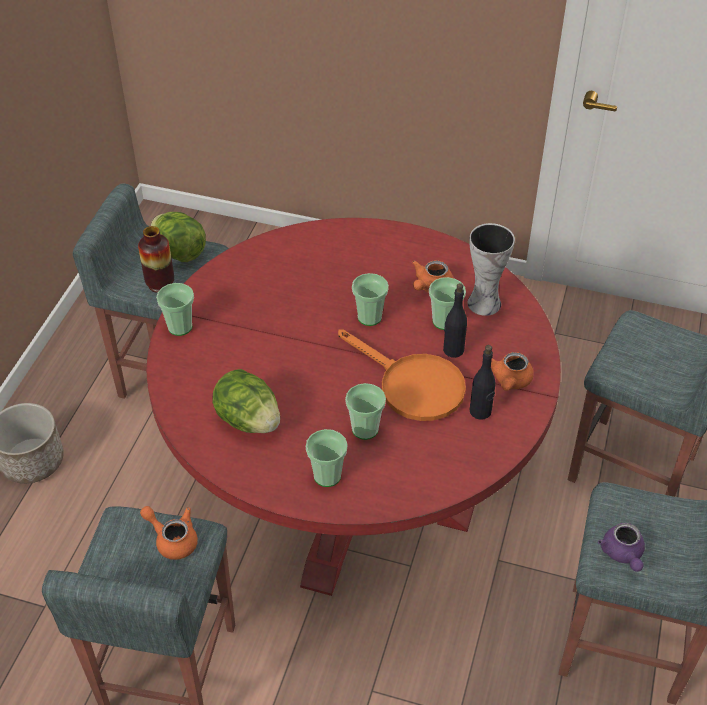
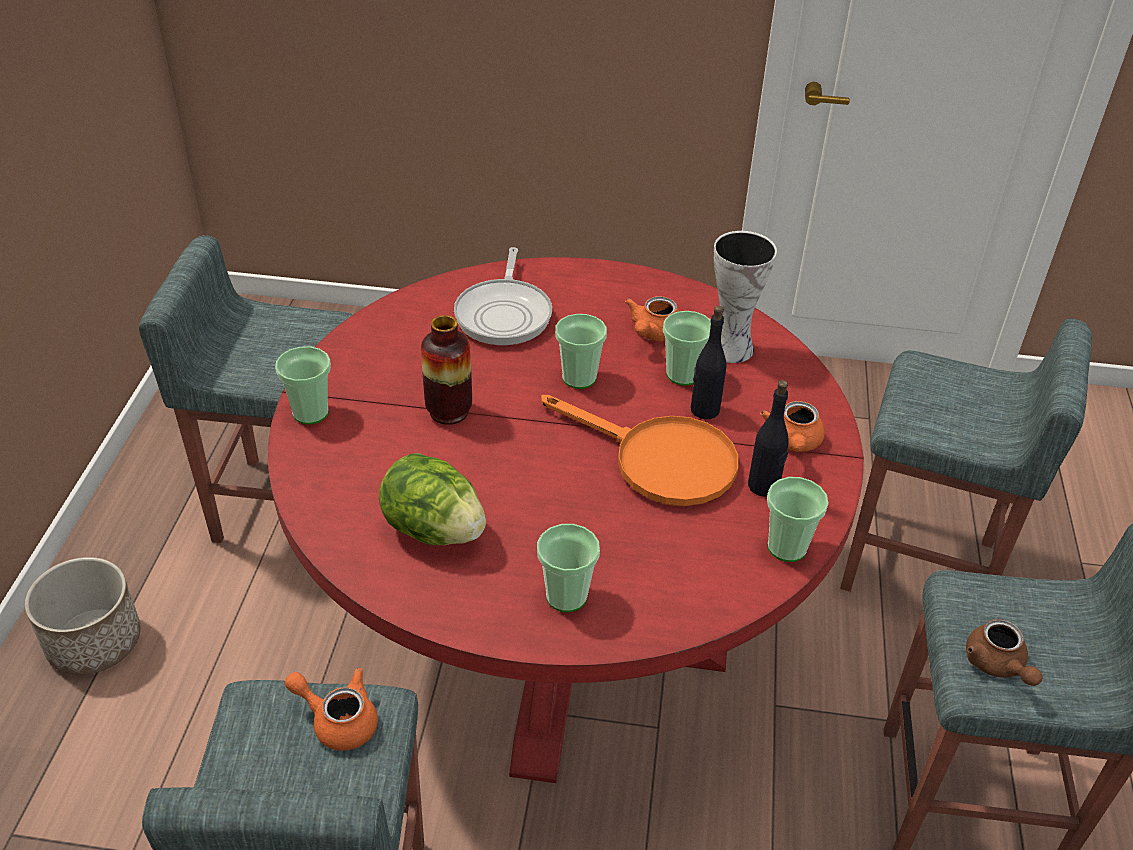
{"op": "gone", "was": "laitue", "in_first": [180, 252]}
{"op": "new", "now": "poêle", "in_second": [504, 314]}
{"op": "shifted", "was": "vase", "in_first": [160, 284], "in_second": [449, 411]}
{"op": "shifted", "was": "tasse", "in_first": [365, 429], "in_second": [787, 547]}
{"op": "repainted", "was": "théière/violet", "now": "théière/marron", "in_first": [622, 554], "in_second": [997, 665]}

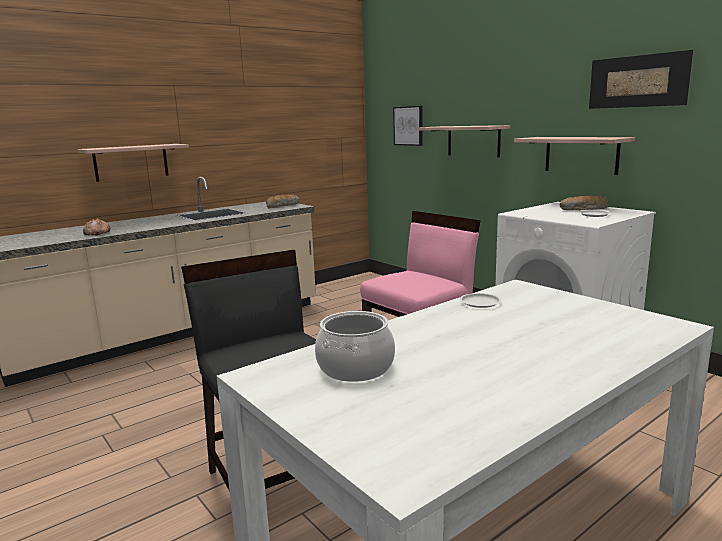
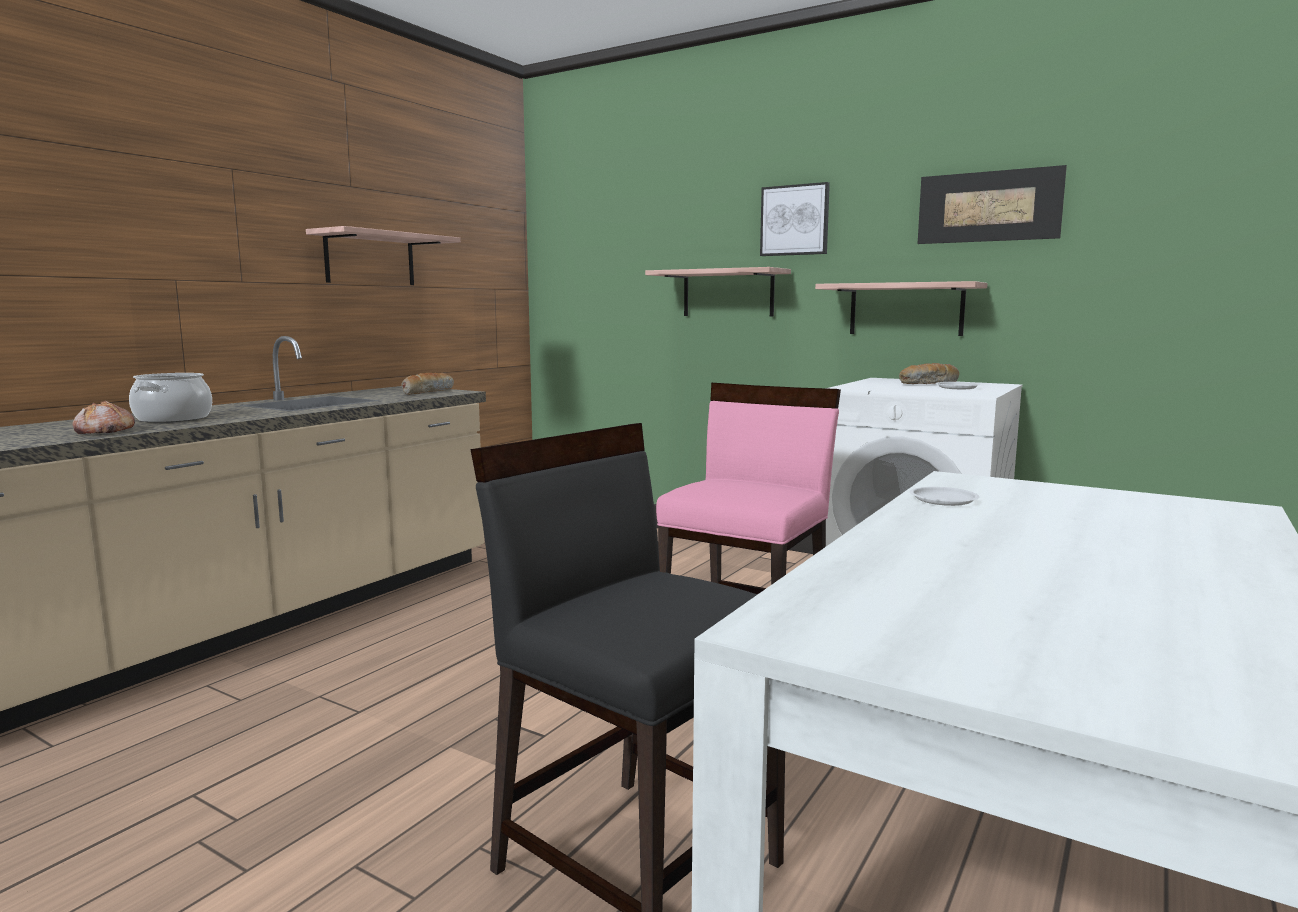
{"op": "shifted", "was": "étagère", "in_first": [131, 162], "in_second": [370, 259]}
{"op": "shifted", "was": "marmite", "in_first": [356, 368], "in_second": [174, 419]}
{"op": "shifted", "was": "tableau", "in_first": [408, 126], "in_second": [795, 220]}

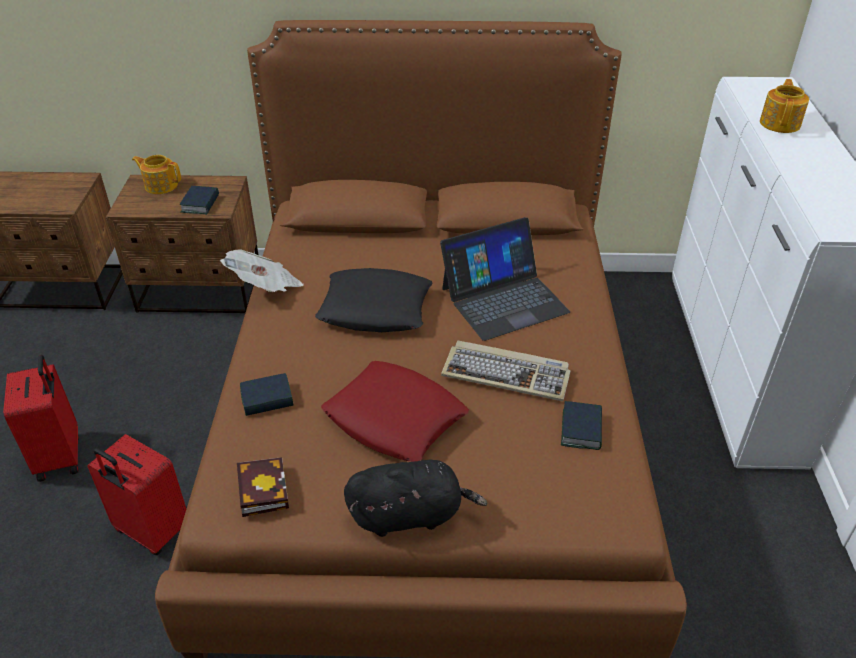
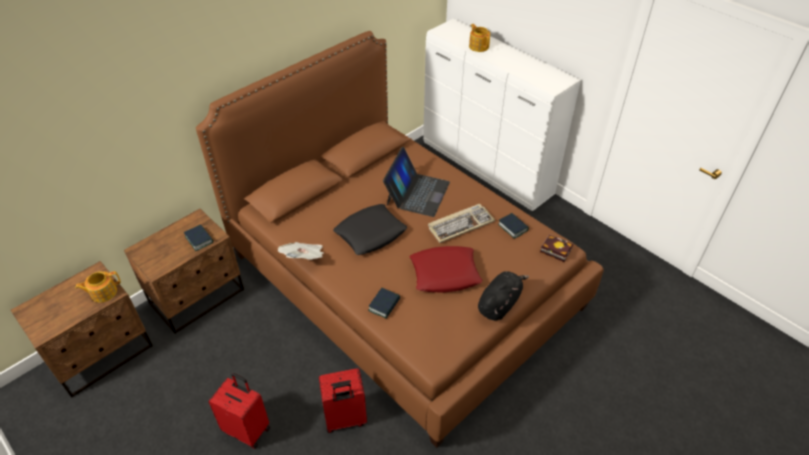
{"op": "shifted", "was": "théière", "in_first": [161, 185], "in_second": [103, 292]}
{"op": "shifted", "was": "livre", "in_first": [261, 488], "in_second": [554, 250]}

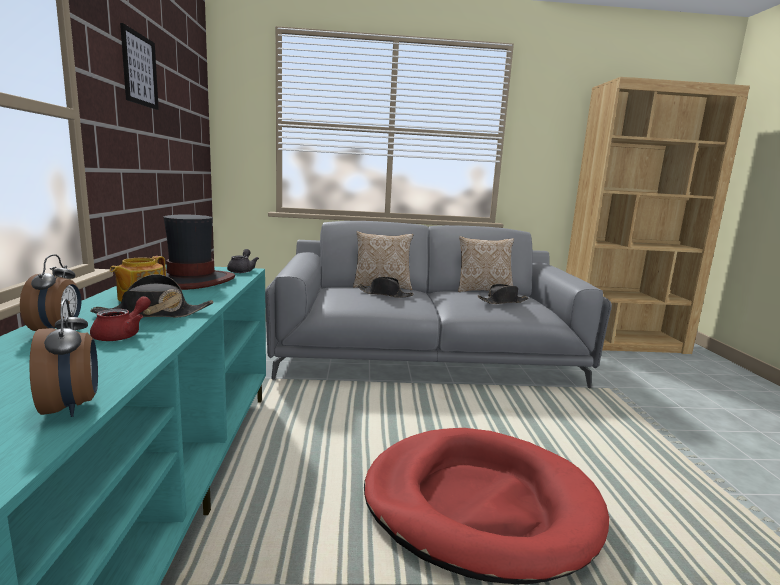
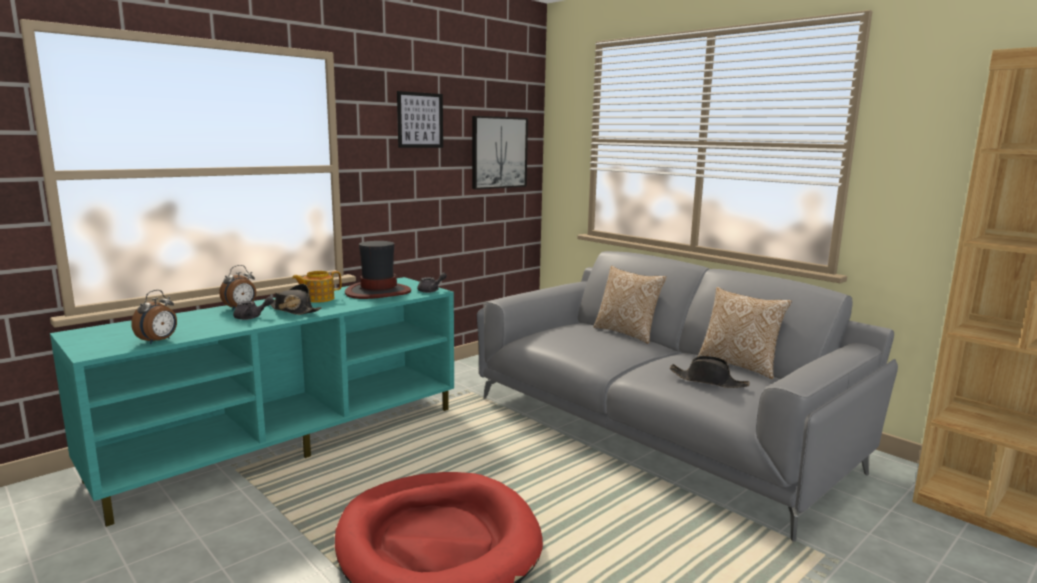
{"op": "gone", "was": "chapeau/noir", "in_first": [385, 294]}
{"op": "new", "now": "tableau", "in_second": [498, 152]}
{"op": "repainted", "was": "théière/rouge", "now": "théière/gris", "in_first": [123, 335], "in_second": [252, 317]}

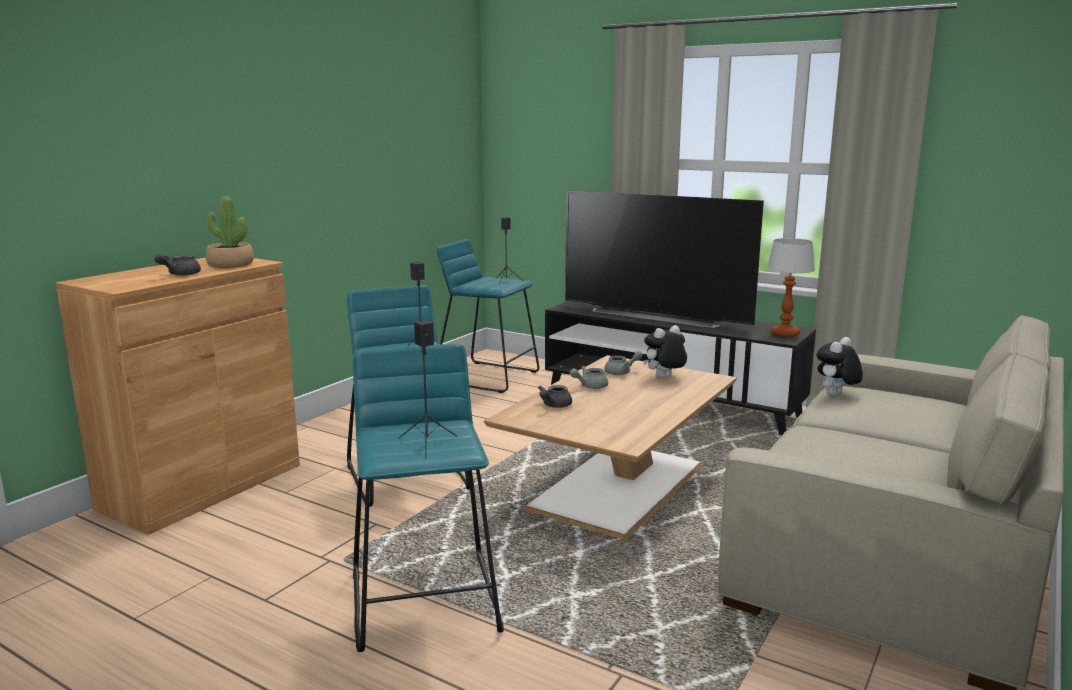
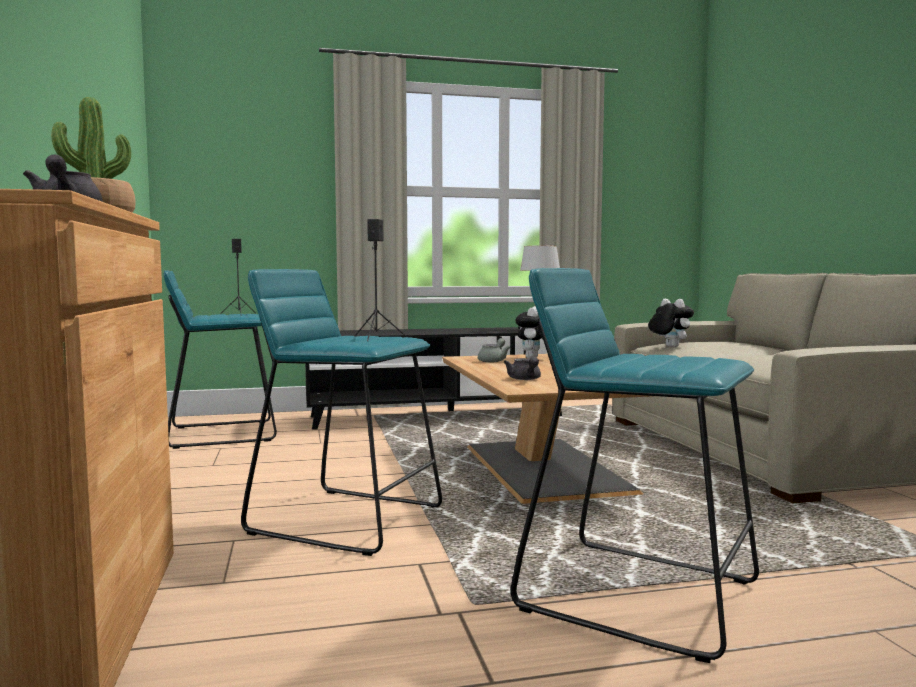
{"op": "gone", "was": "enceinte/noir", "in_first": [427, 444]}
{"op": "gone", "was": "téléviseur", "in_first": [657, 315]}
{"op": "gone", "was": "théière/gris", "in_first": [589, 386]}
{"op": "rotated", "was": "peluche", "in_first": [836, 395], "in_second": [669, 347], "clockwise": 150}

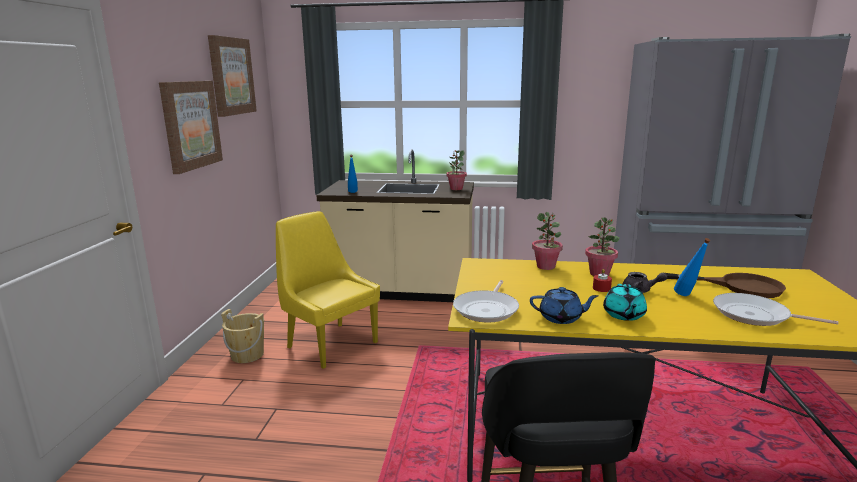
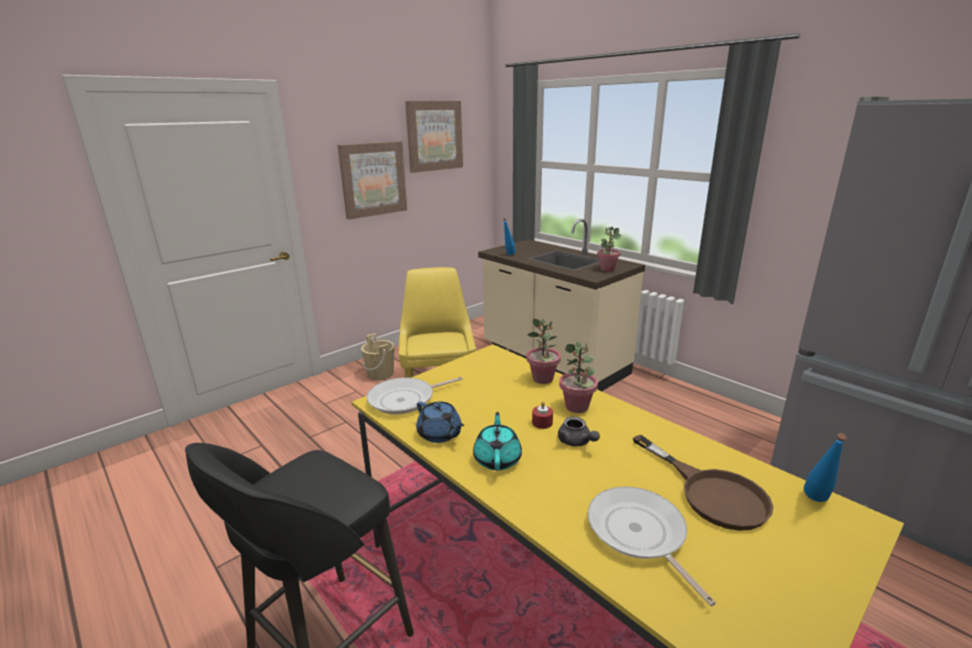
{"op": "shifted", "was": "bouteille/bleu", "in_first": [687, 297], "in_second": [816, 503]}
{"op": "rotated", "was": "théière/turquoise", "in_first": [624, 315], "in_second": [497, 458], "clockwise": 135}

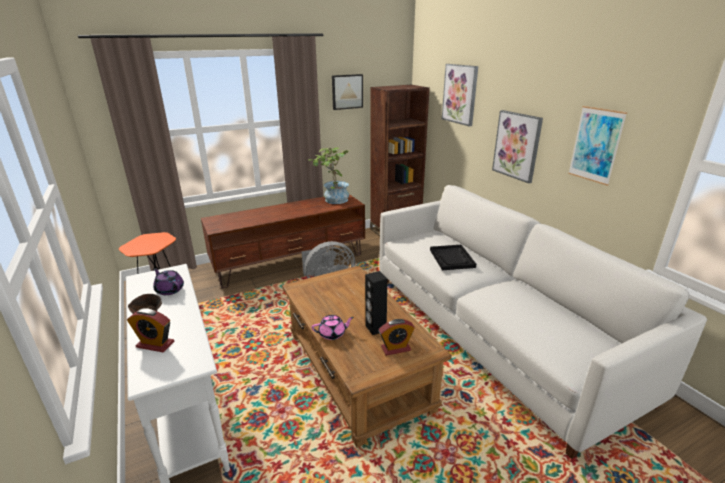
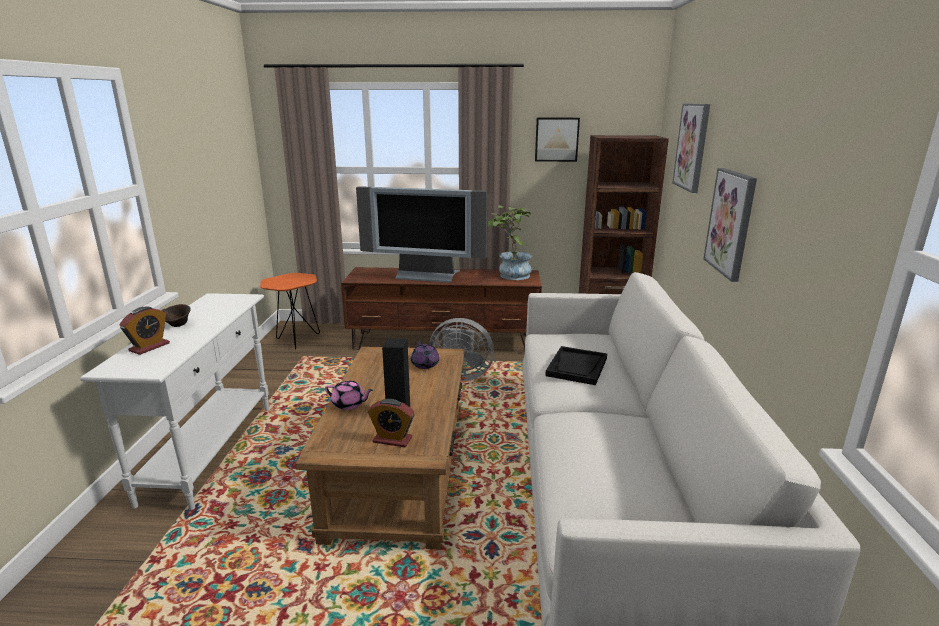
{"op": "gone", "was": "tableau", "in_first": [596, 145]}
{"op": "new", "now": "téléviseur", "in_second": [427, 276]}
{"op": "shifted", "was": "théière/violet", "in_first": [169, 289], "in_second": [425, 364]}
{"op": "rotated", "was": "réveil", "in_first": [155, 344], "in_second": [149, 347], "clockwise": -105}

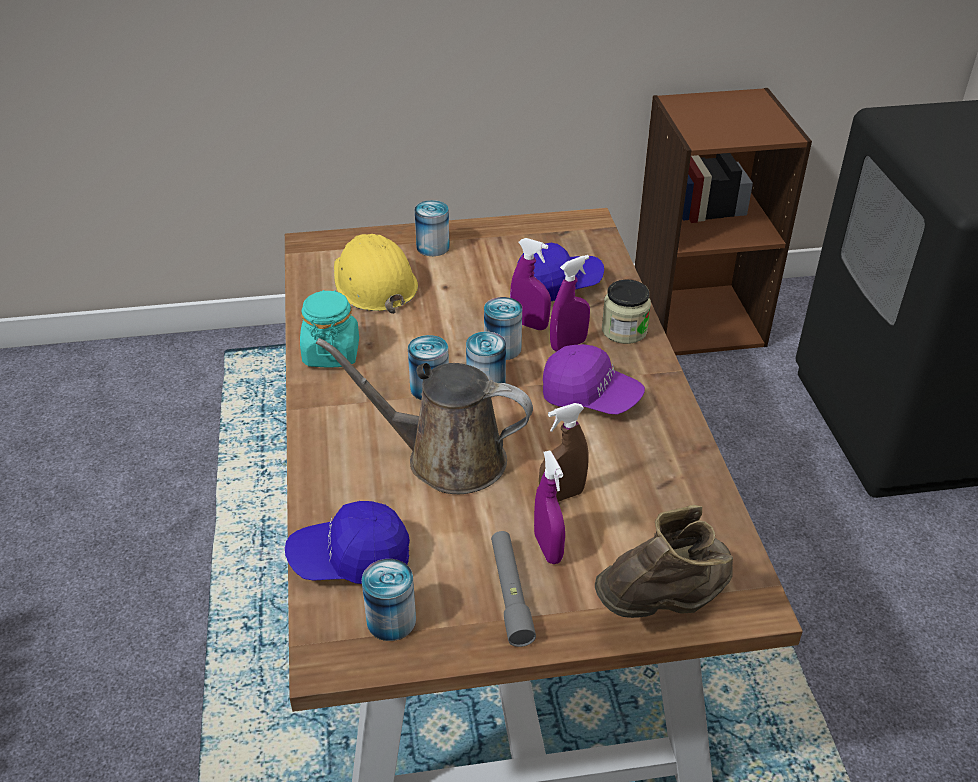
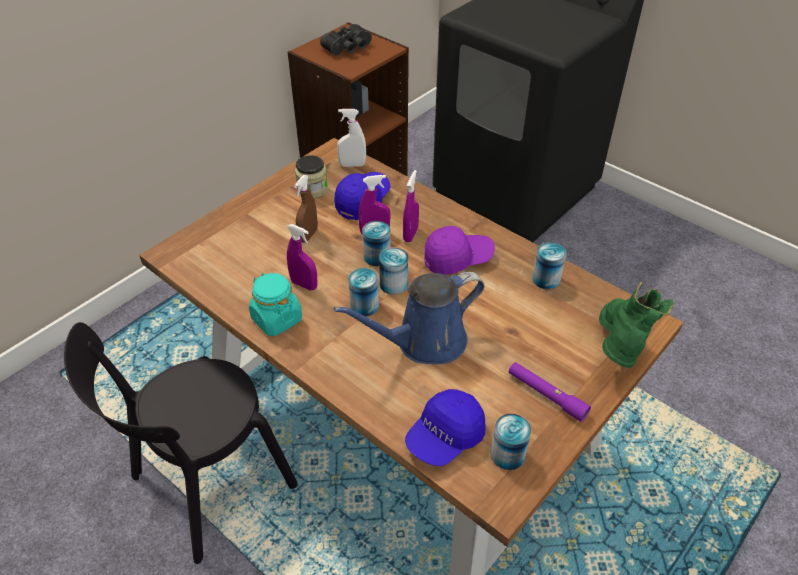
{"op": "gone", "was": "casque de chantier/jaune", "in_first": [373, 283]}
{"op": "new", "now": "chaise/noir", "in_second": [207, 486]}
{"op": "new", "now": "jumelles/noir", "in_second": [349, 48]}
{"op": "new", "now": "vaporisateur/blanc", "in_second": [352, 165]}
{"op": "shifted", "was": "boîte métallique", "in_first": [433, 247], "in_second": [546, 279]}
{"op": "shifted", "was": "vaporisateur/violet", "in_first": [548, 548], "in_second": [304, 284]}
{"op": "shifted", "was": "vaporisateur/marron", "in_first": [562, 495], "in_second": [308, 235]}
{"op": "shifted", "was": "bocal", "in_first": [624, 330], "in_second": [312, 189]}
{"op": "repainted", "was": "arrosoir/marron", "now": "arrosoir/bleu", "in_first": [446, 458], "in_second": [424, 342]}
{"op": "repainted", "was": "lampe de poche/gris", "now": "lampe de poche/violet", "in_first": [510, 593], "in_second": [546, 395]}
{"op": "repainted", "was": "botte/marron", "now": "botte/vert", "in_first": [667, 604], "in_second": [619, 349]}

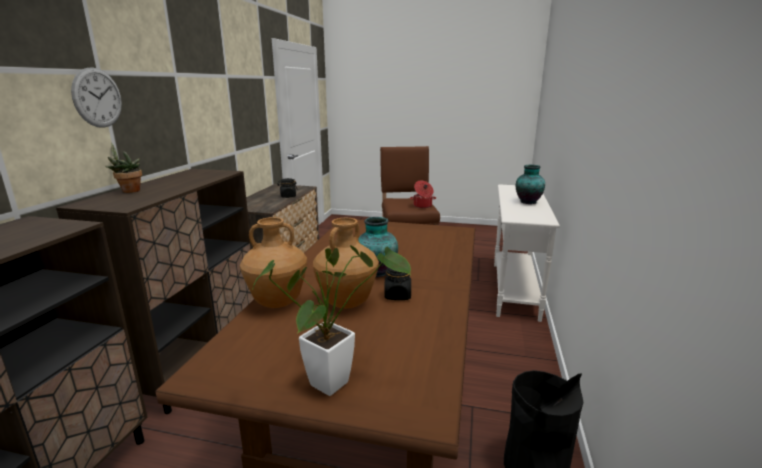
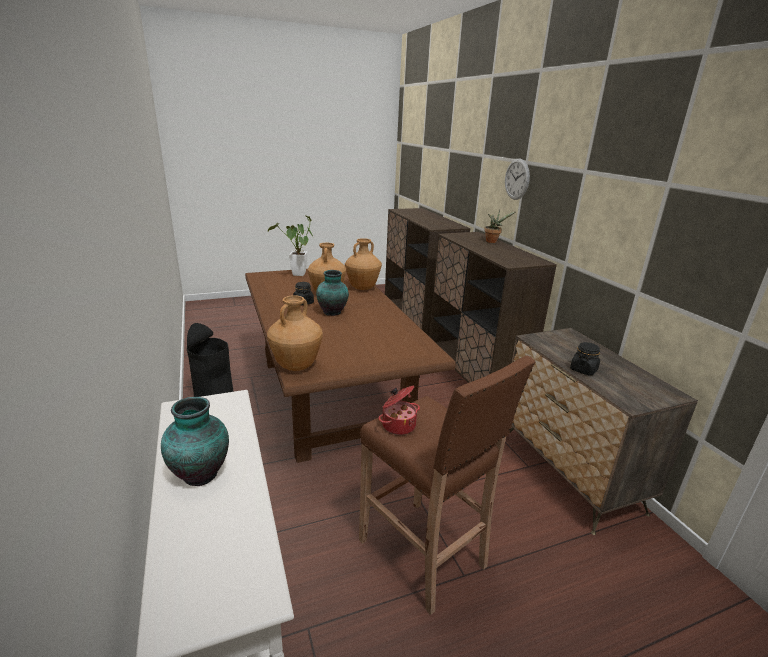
{"op": "new", "now": "vase/marron", "in_second": [296, 366]}

